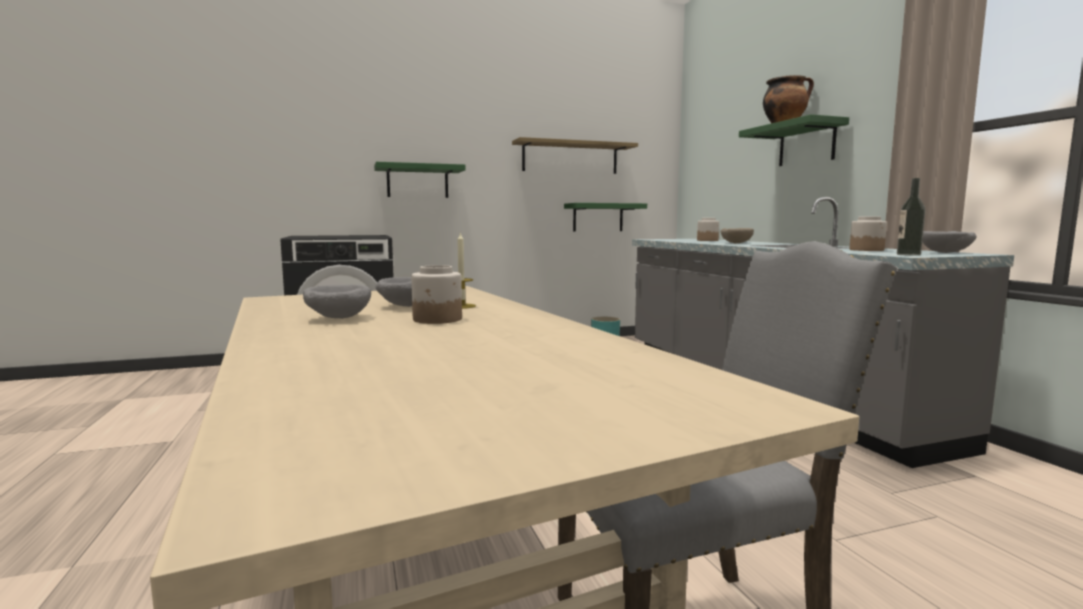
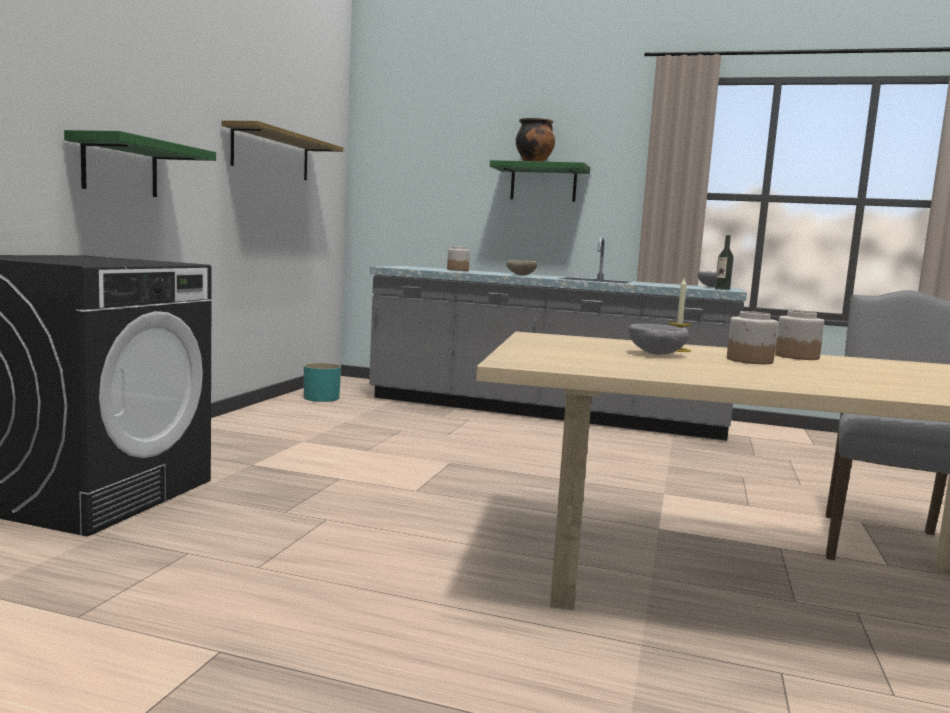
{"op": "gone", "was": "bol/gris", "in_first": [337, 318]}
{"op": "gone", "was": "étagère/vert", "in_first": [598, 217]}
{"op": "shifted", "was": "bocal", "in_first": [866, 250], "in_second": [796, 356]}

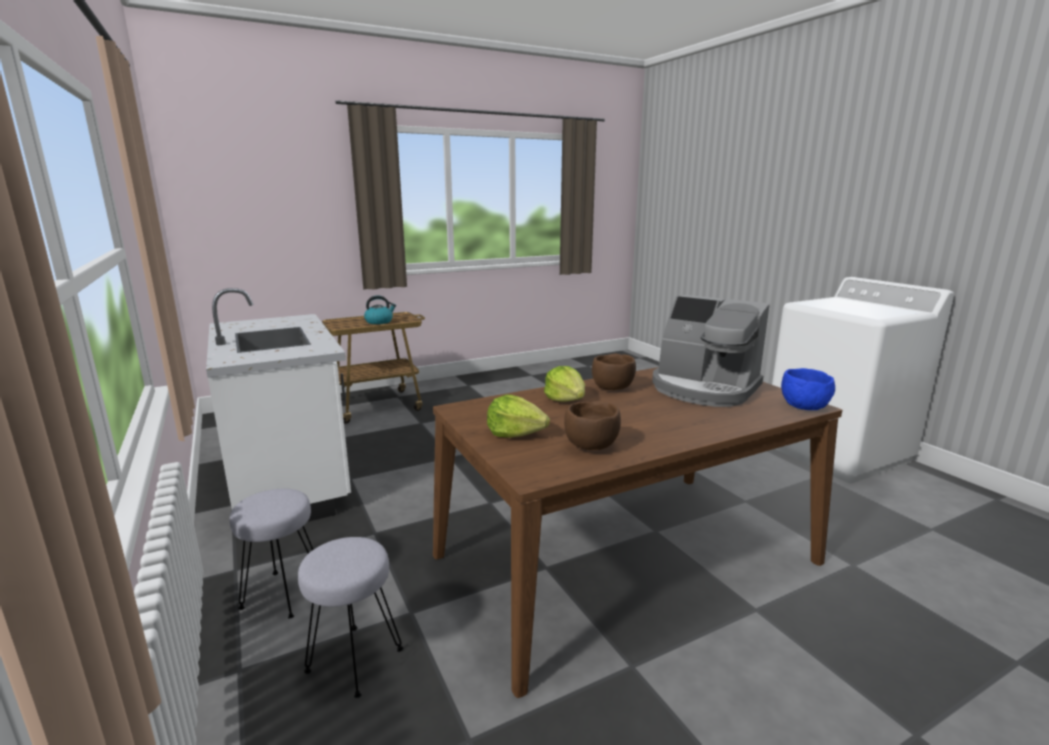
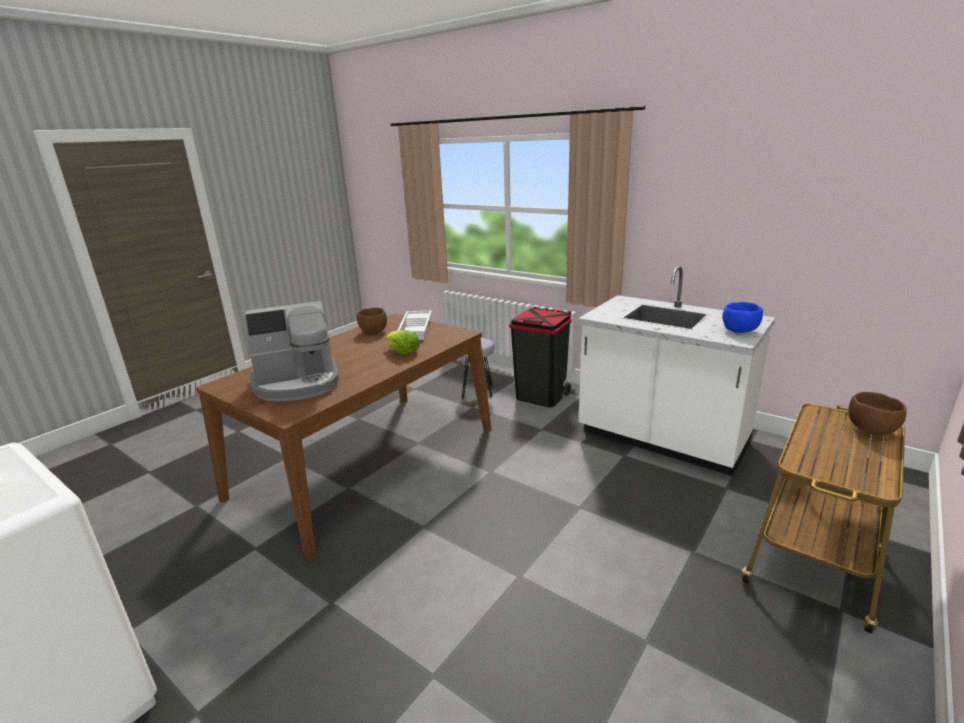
{"op": "gone", "was": "bouilloire", "in_first": [379, 321]}
{"op": "shifted", "was": "bol/marron", "in_first": [613, 388], "in_second": [870, 430]}
{"op": "shifted", "was": "bol/bleu", "in_first": [802, 407], "in_second": [740, 331]}
{"op": "swapped", "was": "tabouret/gris", "now": "poubelle/noir", "in_first": [284, 594], "in_second": [540, 396]}
{"op": "swapped", "was": "laitue", "now": "plateau/blanc", "in_first": [515, 433], "in_second": [416, 329]}
{"op": "rotated", "was": "machine à café", "in_first": [703, 389], "in_second": [297, 383], "clockwise": 150}

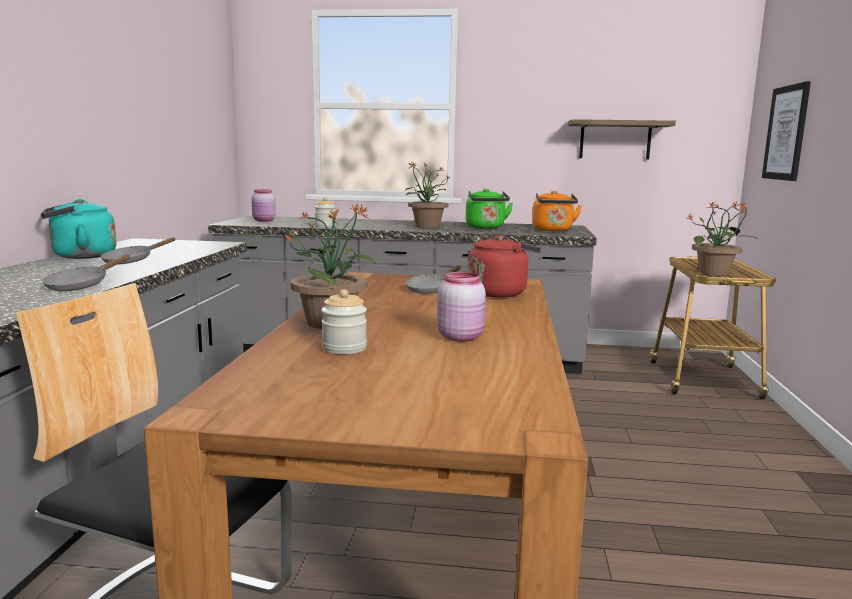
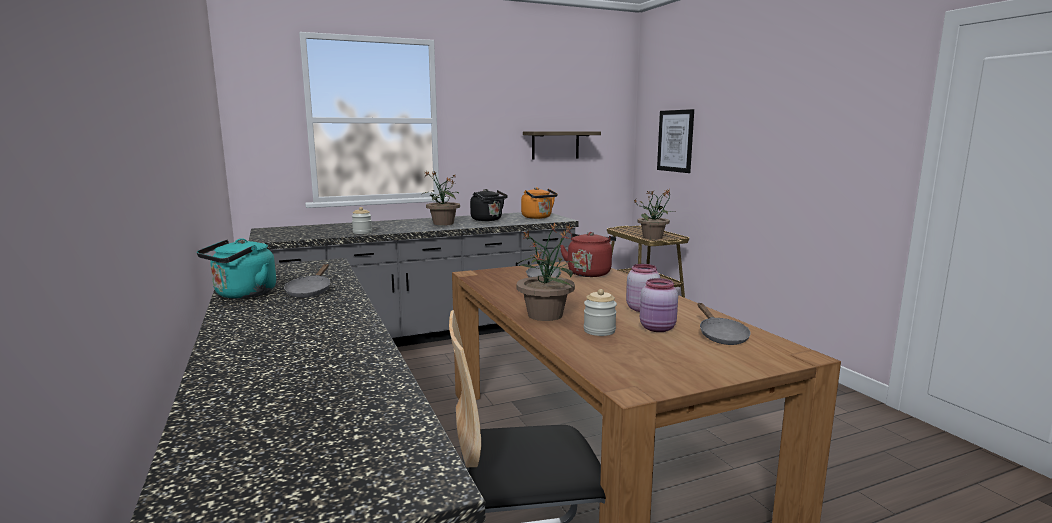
{"op": "shifted", "was": "poêle/gris", "in_first": [82, 285], "in_second": [720, 336]}
{"op": "shifted", "was": "bocal/rose", "in_first": [264, 220], "in_second": [658, 328]}
{"op": "repainted", "was": "bouilloire/vert", "now": "bouilloire/noir", "in_first": [486, 227], "in_second": [488, 220]}

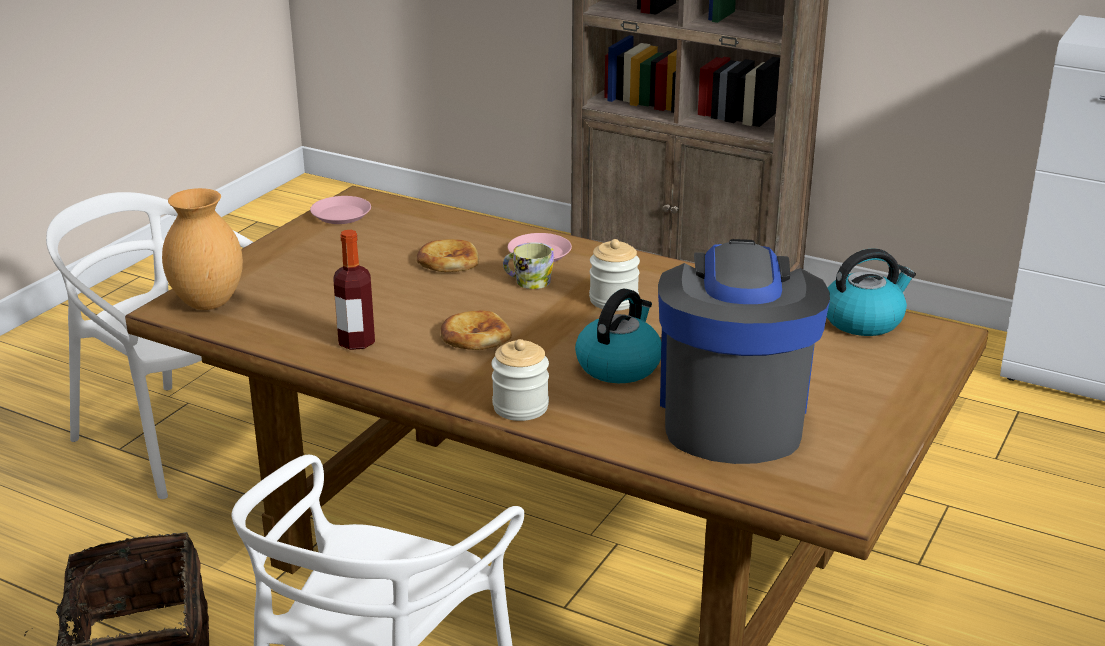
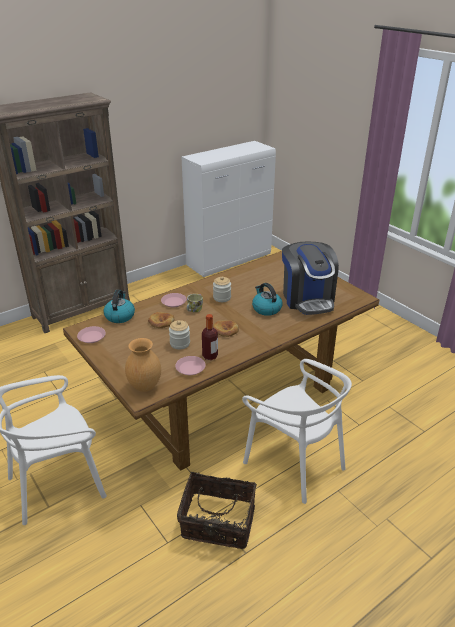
{"op": "new", "now": "assiette/rose", "in_second": [190, 368]}
{"op": "shifted", "was": "bocal", "in_first": [520, 407], "in_second": [180, 343]}
{"op": "shifted", "was": "bouilloire", "in_first": [863, 320], "in_second": [120, 316]}
{"op": "rotated", "was": "machine à café", "in_first": [732, 413], "in_second": [307, 299], "clockwise": -135}

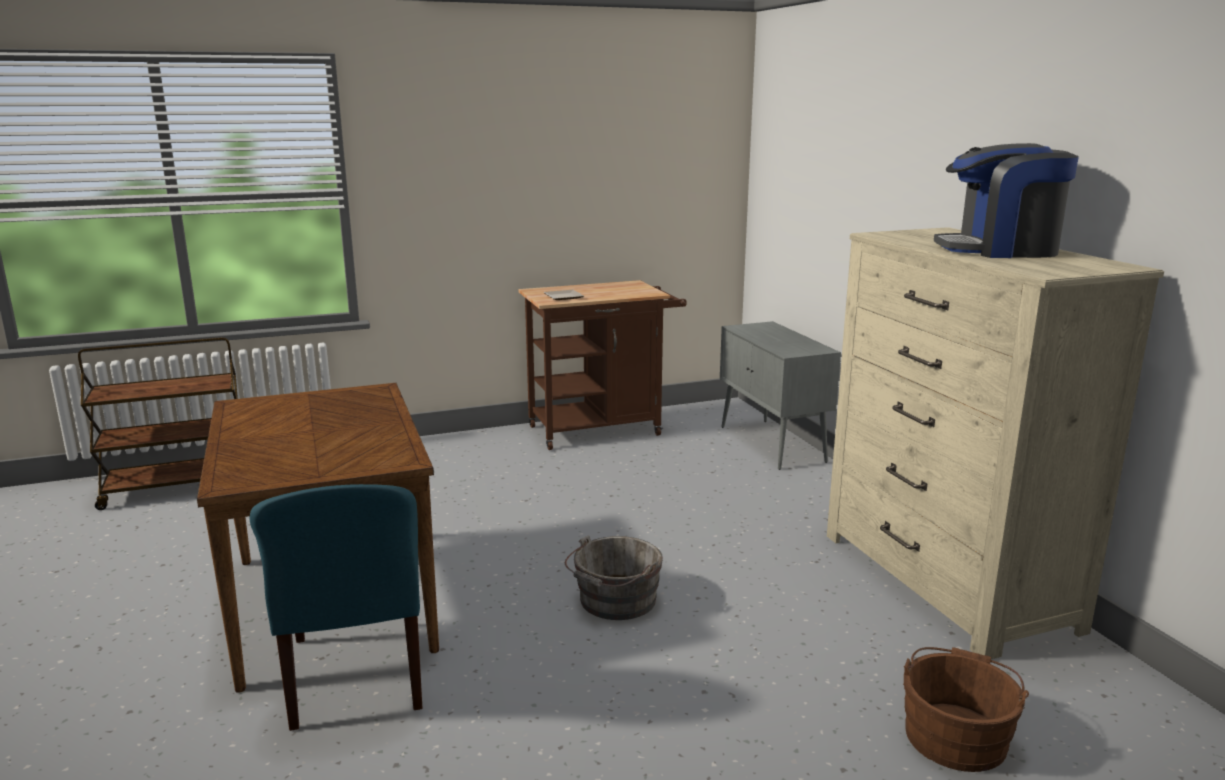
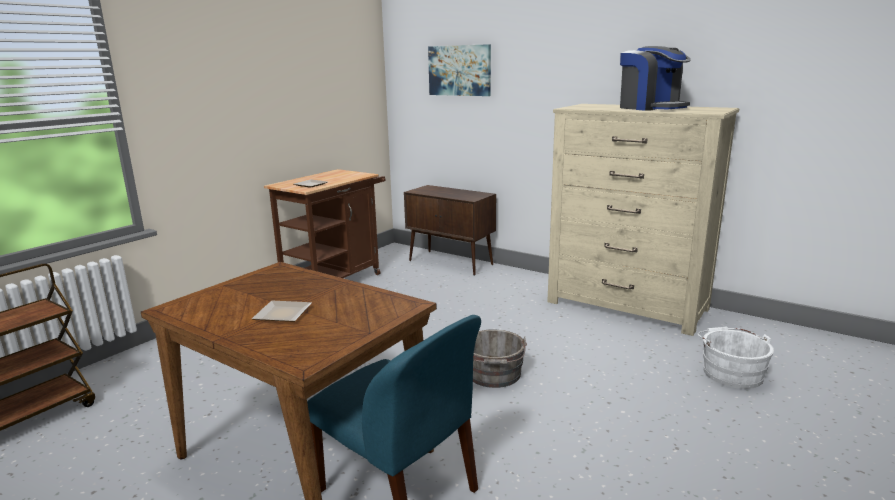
{"op": "new", "now": "assiette", "in_second": [280, 315]}
{"op": "new", "now": "tableau", "in_second": [459, 70]}
{"op": "repainted", "was": "meuble de rangement/gris", "now": "meuble de rangement/marron", "in_first": [772, 444], "in_second": [451, 263]}
{"op": "repainted", "was": "seau/marron", "now": "seau/blanc", "in_first": [956, 734], "in_second": [730, 372]}
{"op": "rotated", "was": "machine à café", "in_first": [999, 250], "in_second": [651, 108], "clockwise": -90}

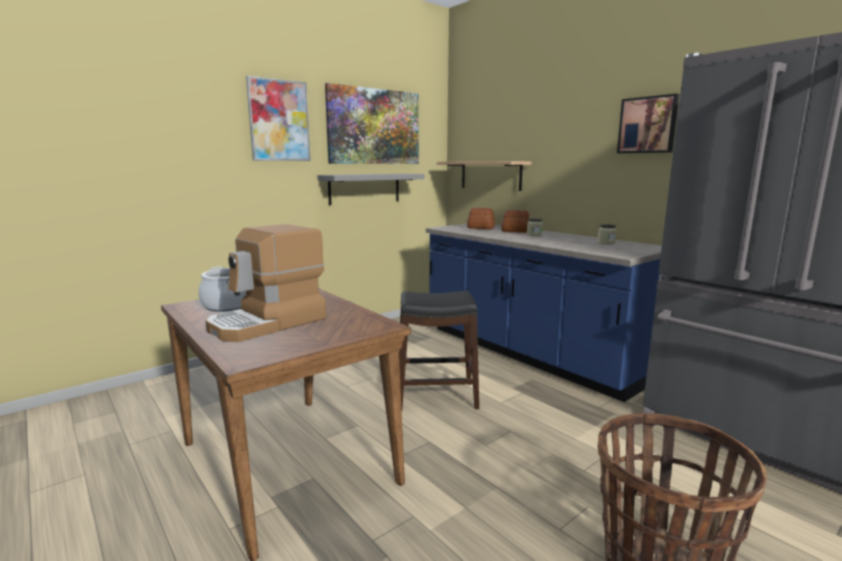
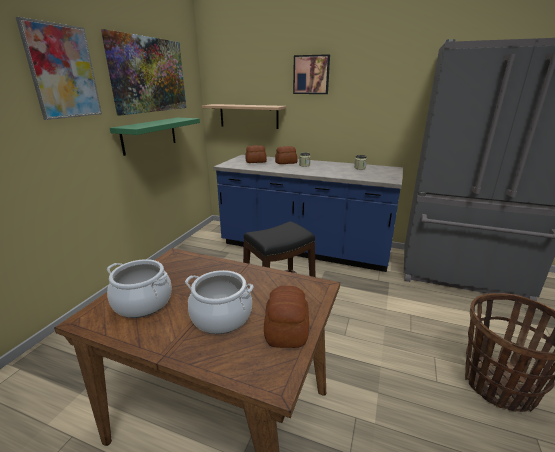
{"op": "new", "now": "pain", "in_second": [285, 330]}
{"op": "shifted", "was": "tableau", "in_first": [648, 125], "in_second": [311, 75]}
{"op": "swapped", "was": "machine à café", "now": "marmite", "in_first": [268, 323], "in_second": [221, 316]}
{"op": "repainted", "was": "étagère/gris", "now": "étagère/vert", "in_first": [364, 188], "in_second": [149, 135]}

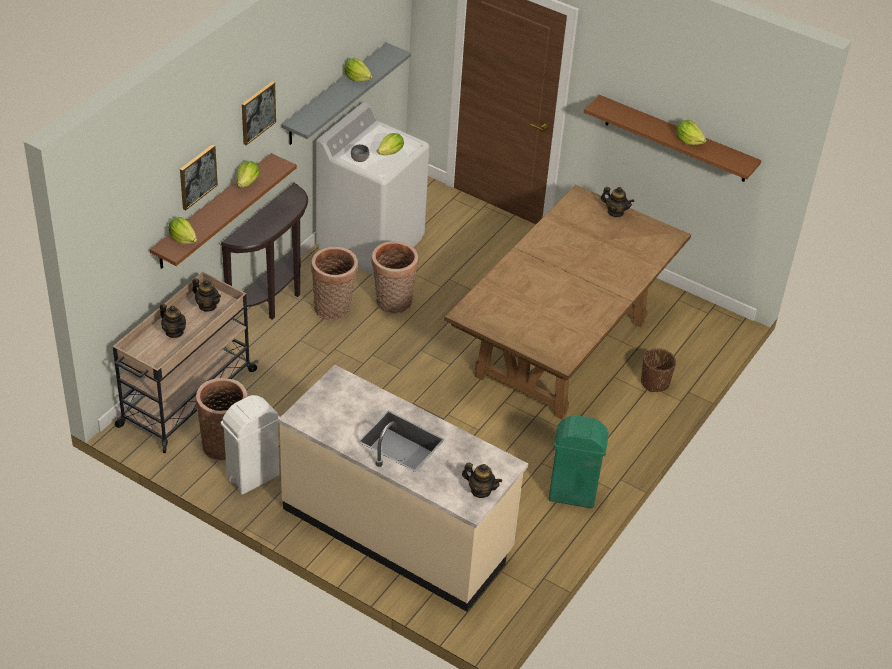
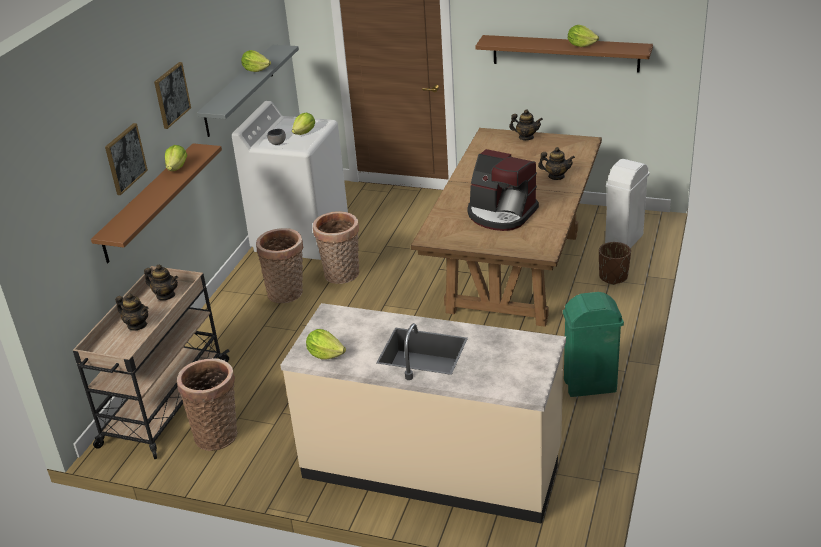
{"op": "gone", "was": "table console/marron", "in_first": [274, 299]}
{"op": "new", "now": "machine à café", "in_second": [501, 214]}
{"op": "shifted", "was": "laitue", "in_first": [183, 239], "in_second": [325, 354]}
{"op": "shifted", "was": "poubelle/blanc", "in_first": [252, 477], "in_second": [623, 241]}
{"op": "shifted", "was": "théière", "in_first": [480, 491], "in_second": [556, 176]}

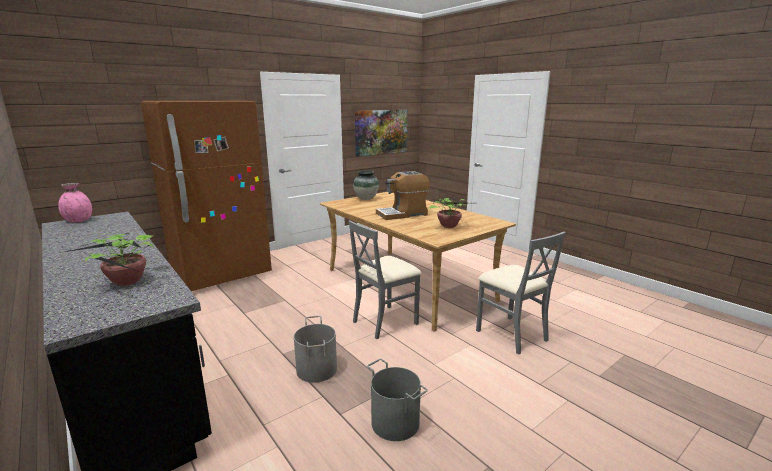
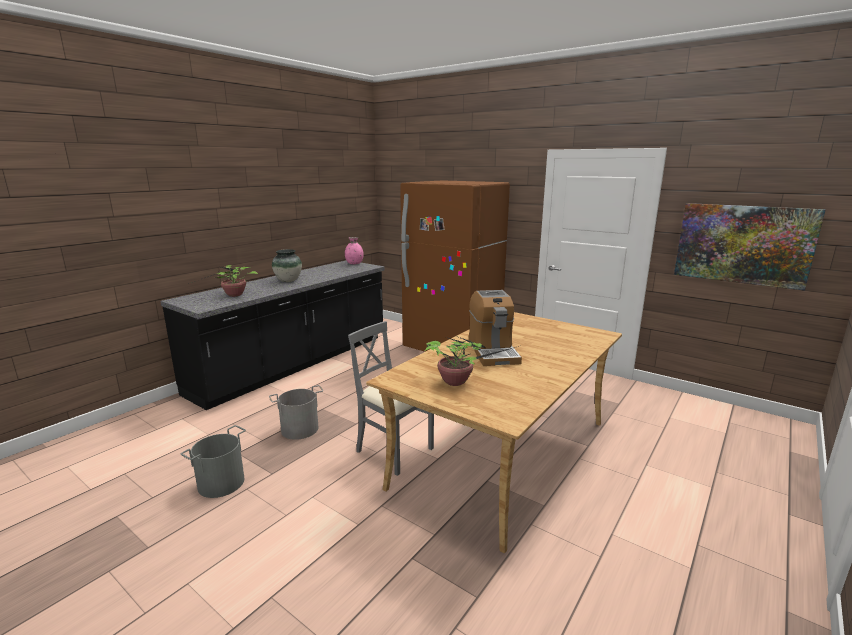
{"op": "gone", "was": "chaise/gris", "in_first": [511, 334]}
{"op": "shifted", "was": "vase", "in_first": [366, 199], "in_second": [288, 281]}
{"op": "rotated", "was": "machine à café", "in_first": [402, 214], "in_second": [493, 351], "clockwise": -150}

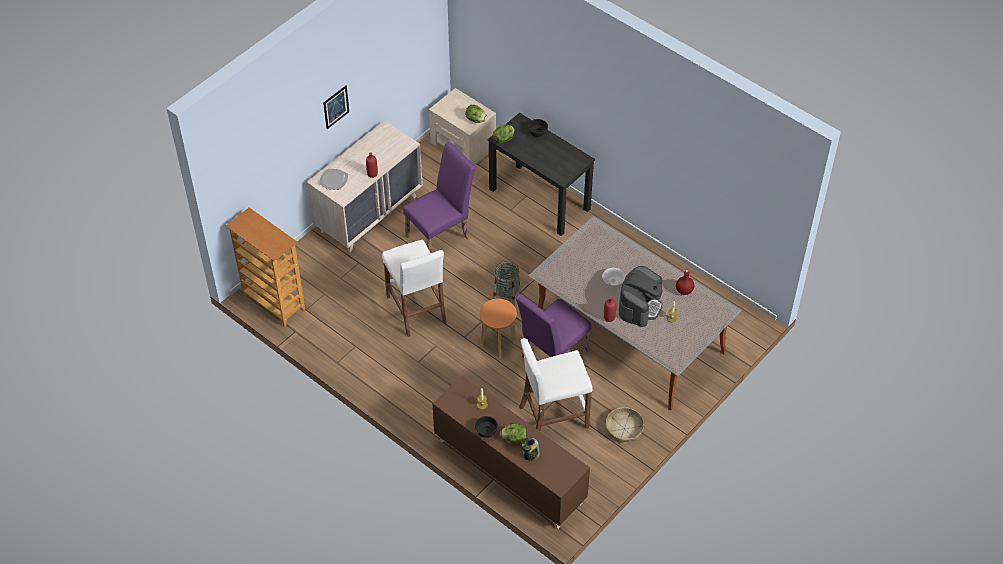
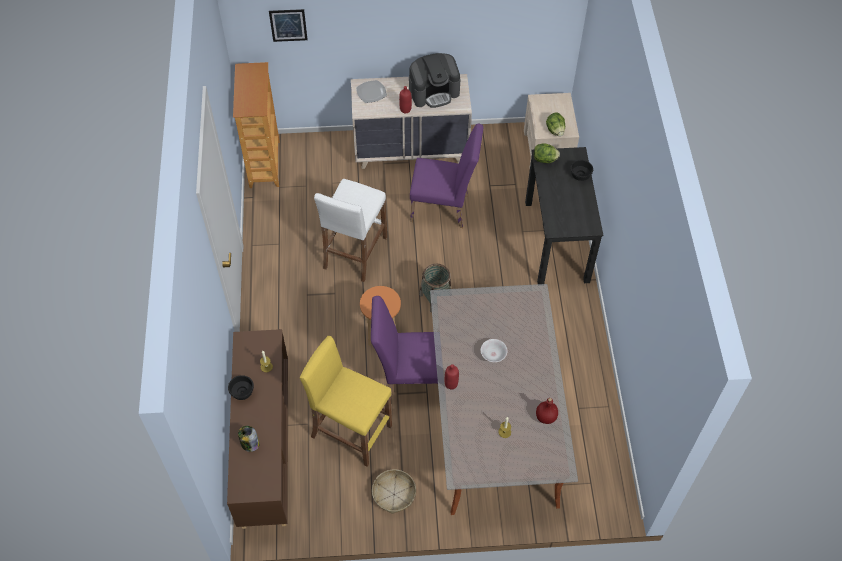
{"op": "gone", "was": "laitue", "in_first": [514, 438]}
{"op": "shifted", "was": "tableau", "in_first": [336, 107], "in_second": [288, 25]}
{"op": "shifted", "was": "machine à café", "in_first": [640, 305], "in_second": [434, 92]}
{"op": "repainted", "was": "tabouret/blanc", "now": "tabouret/jaune", "in_first": [553, 417], "in_second": [351, 431]}

